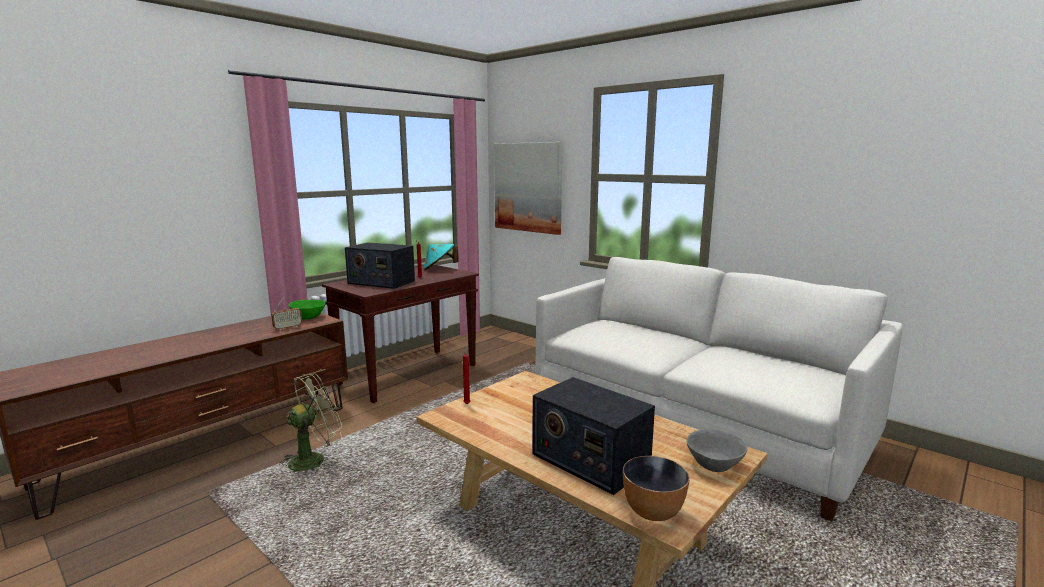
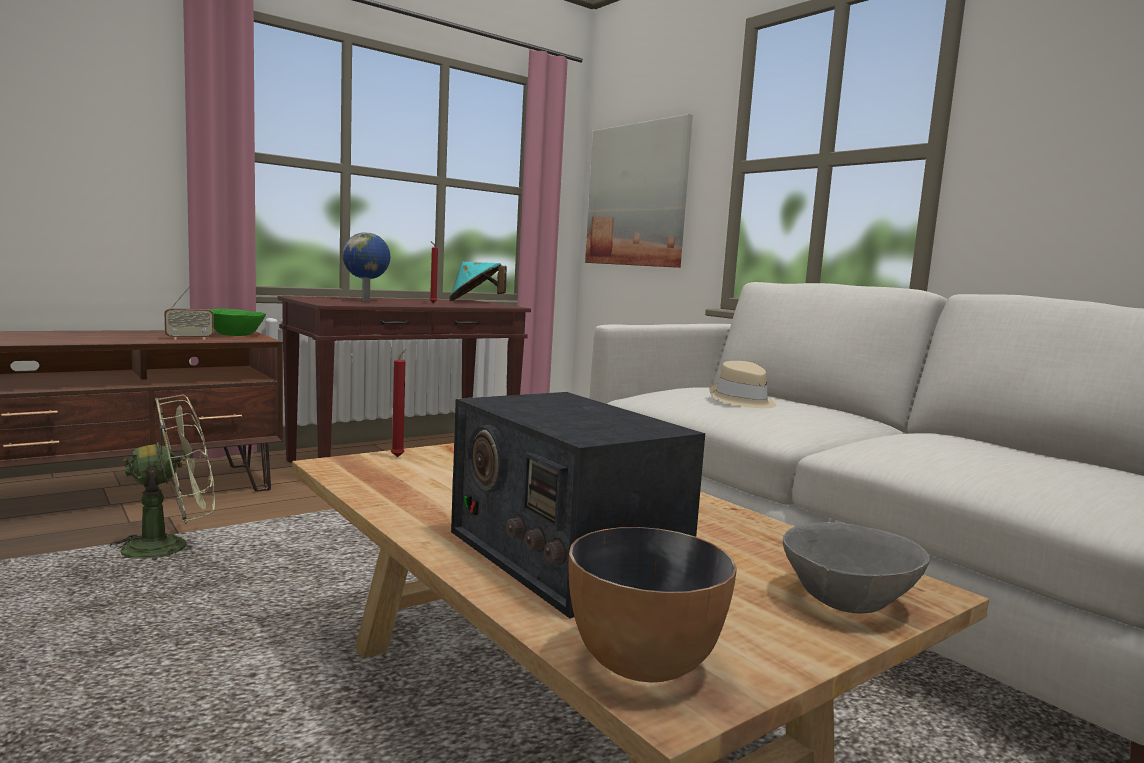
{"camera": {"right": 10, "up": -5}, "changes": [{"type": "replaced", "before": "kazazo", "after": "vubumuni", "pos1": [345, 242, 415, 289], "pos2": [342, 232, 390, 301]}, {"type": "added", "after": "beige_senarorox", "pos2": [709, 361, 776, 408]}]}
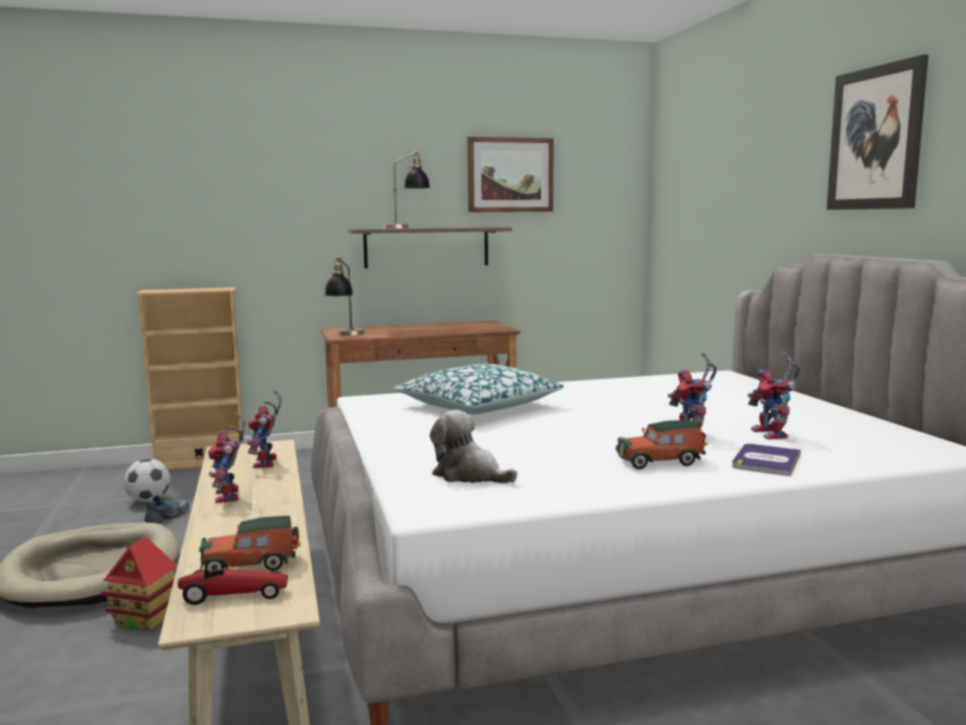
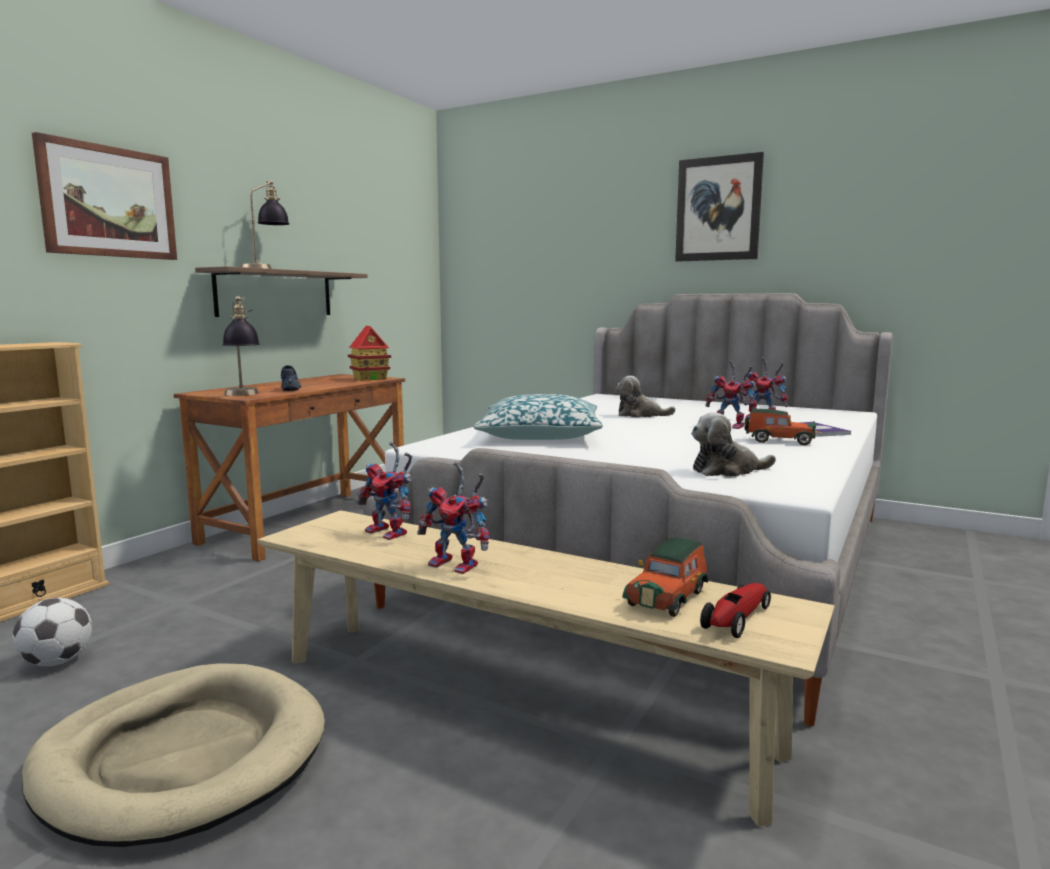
{"camera": {"right": -45, "up": 0}, "changes": [{"type": "moved", "before": "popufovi", "pos1": [101, 537, 177, 630], "pos2": [348, 326, 391, 381]}, {"type": "moved", "before": "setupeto", "pos1": [144, 495, 189, 523], "pos2": [281, 365, 301, 391]}, {"type": "moved", "before": "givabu", "pos1": [467, 137, 554, 212], "pos2": [32, 132, 177, 260]}, {"type": "turned", "before": "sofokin", "pos1": [615, 420, 708, 469], "pos2": [743, 409, 816, 445], "turn": -105}, {"type": "added", "after": "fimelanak", "pos2": [615, 376, 676, 417]}]}
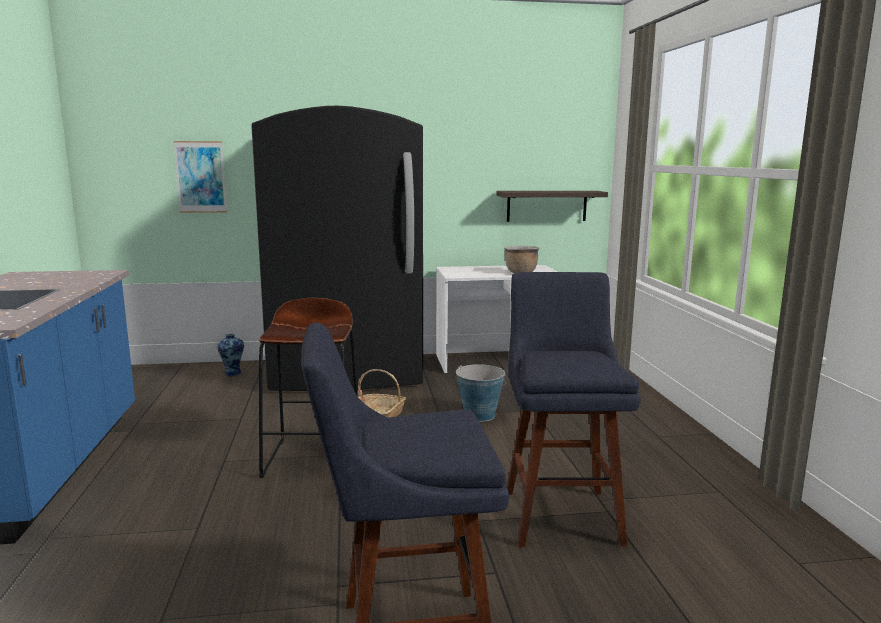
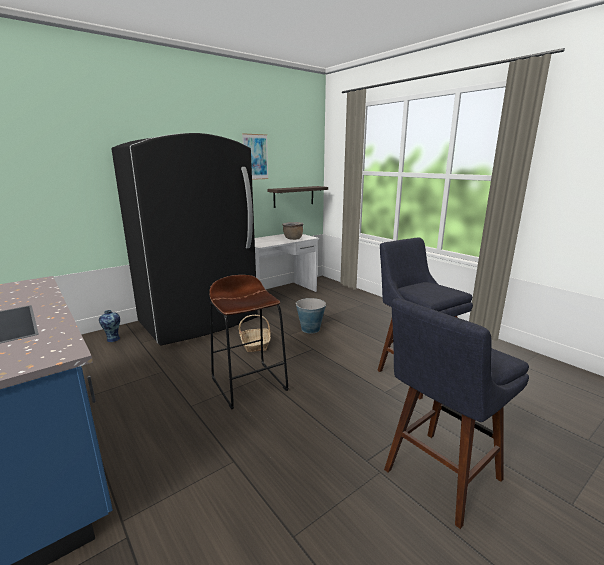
{"camera": {"right": -30, "up": 5}, "changes": [{"type": "moved", "before": "givabu", "pos1": [173, 141, 227, 213], "pos2": [242, 133, 269, 180]}]}
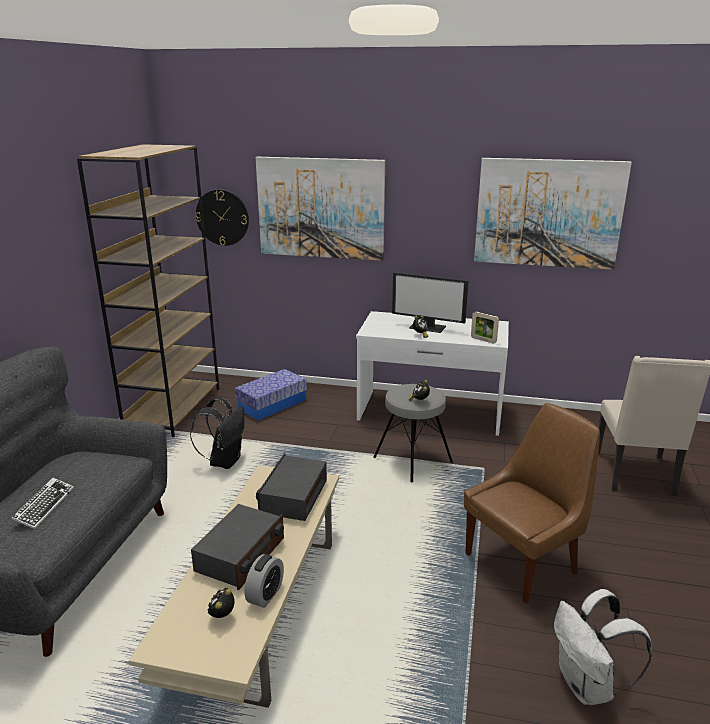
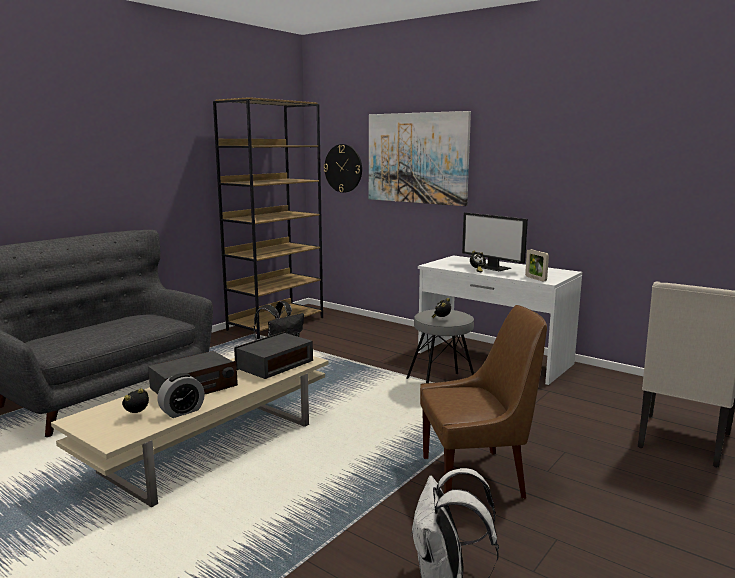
{"camera": {"right": 25, "up": -10}, "changes": [{"type": "removed", "before": "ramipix", "pos1": [11, 477, 74, 529]}, {"type": "removed", "before": "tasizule", "pos1": [235, 369, 307, 420]}, {"type": "removed", "before": "givabu", "pos1": [474, 158, 632, 270]}]}
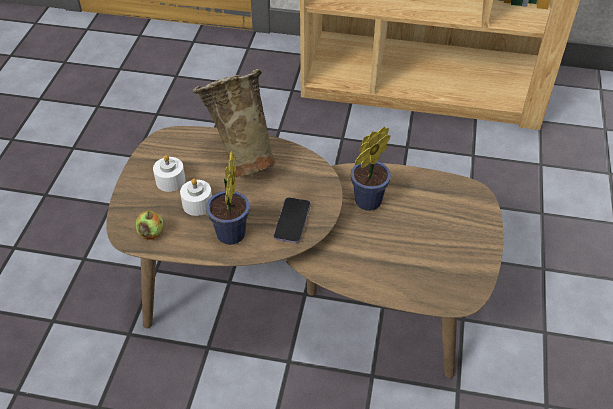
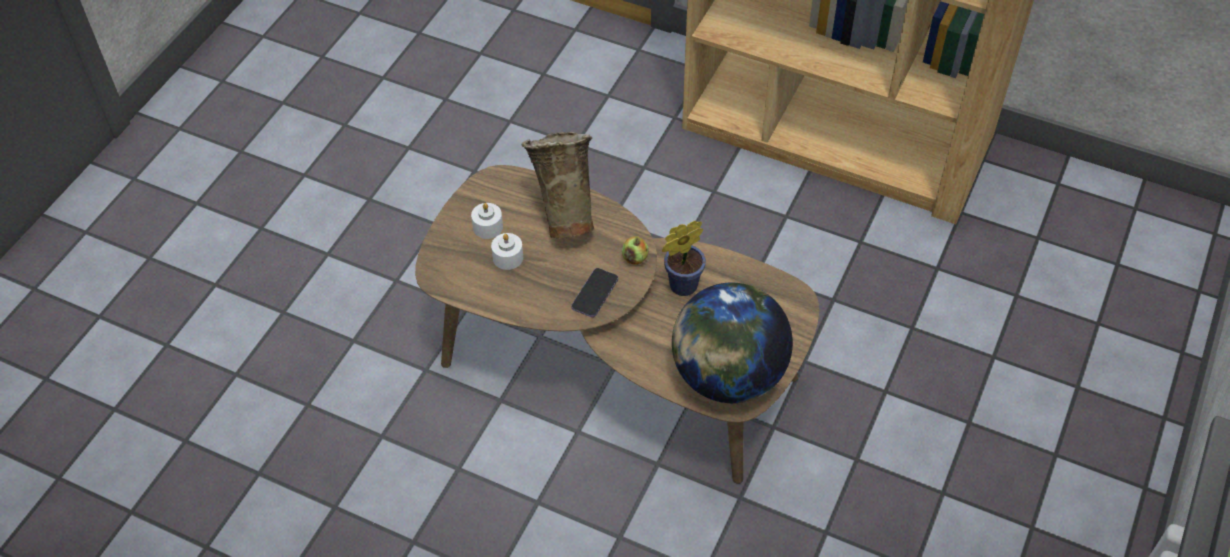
{"camera": {"right": 15, "up": 5}, "changes": [{"type": "moved", "before": "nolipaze", "pos1": [136, 211, 163, 240], "pos2": [622, 237, 649, 265]}, {"type": "removed", "before": "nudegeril", "pos1": [206, 151, 250, 245]}, {"type": "added", "after": "vubumuni", "pos2": [672, 282, 793, 403]}]}
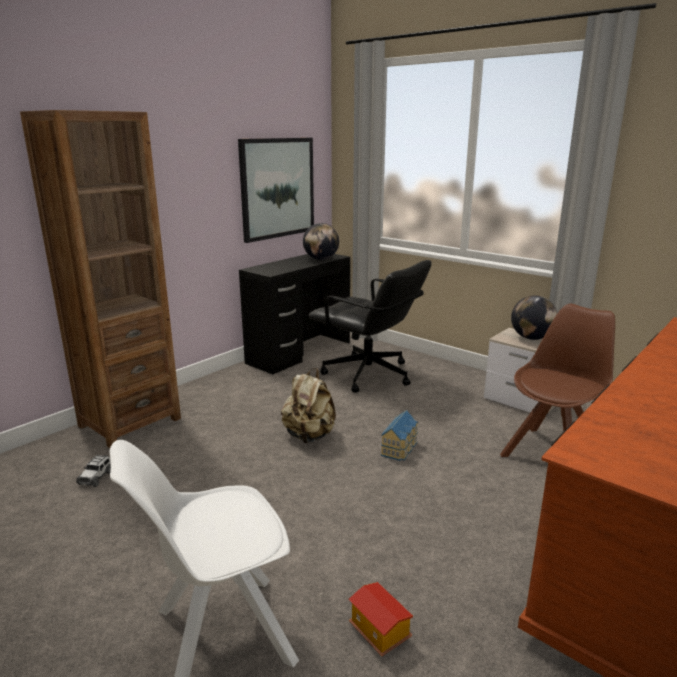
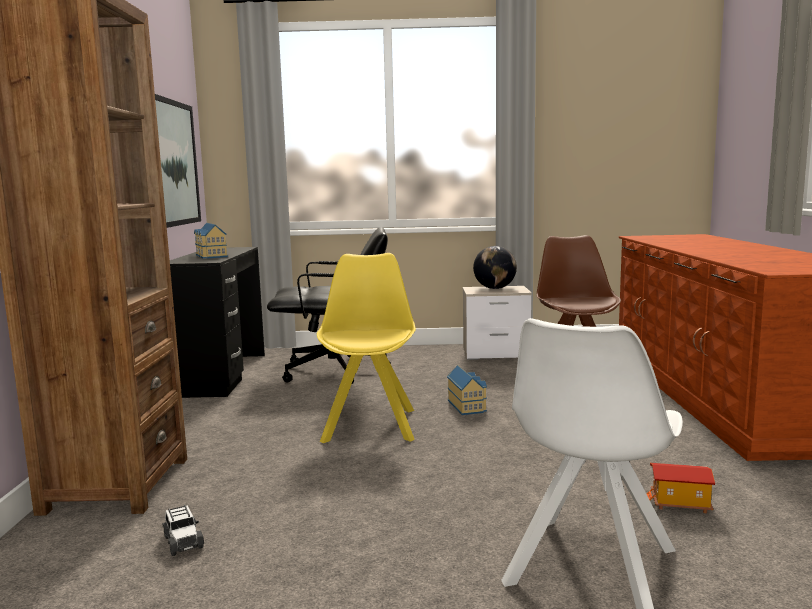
{"camera": {"right": -40, "up": -10}, "changes": [{"type": "replaced", "before": "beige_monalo", "after": "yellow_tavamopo", "pos1": [281, 368, 336, 443], "pos2": [317, 253, 416, 443]}, {"type": "removed", "before": "vubumuni", "pos1": [303, 223, 339, 260]}, {"type": "added", "after": "popufovi", "pos2": [194, 223, 228, 259]}]}
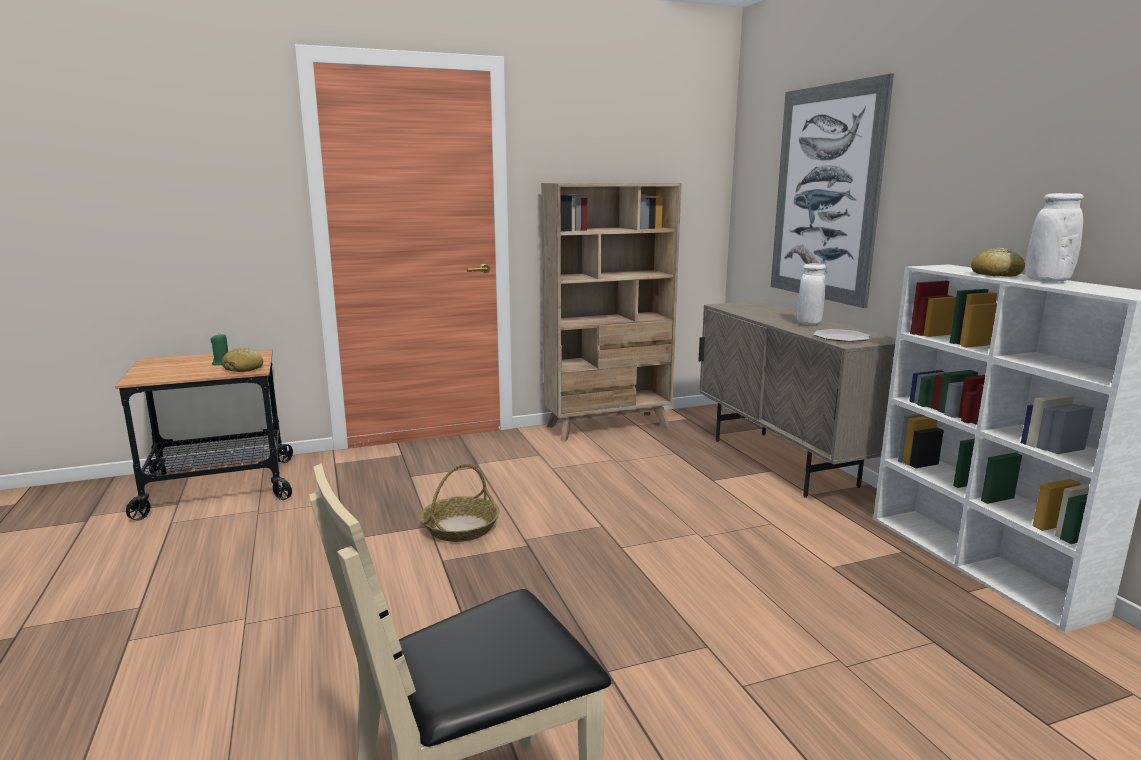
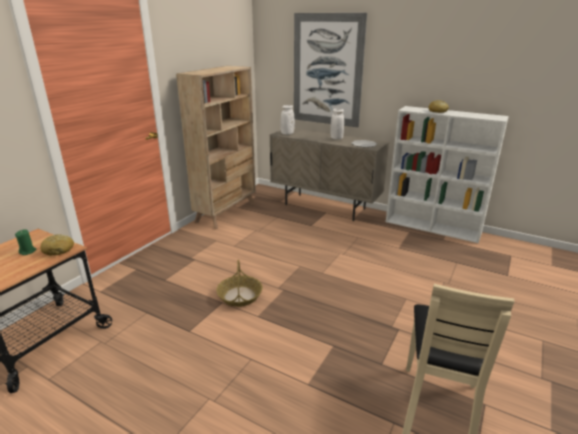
{"camera": {"right": -40, "up": 10}, "changes": [{"type": "moved", "before": "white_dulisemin", "pos1": [1025, 193, 1084, 282], "pos2": [280, 105, 295, 135]}]}
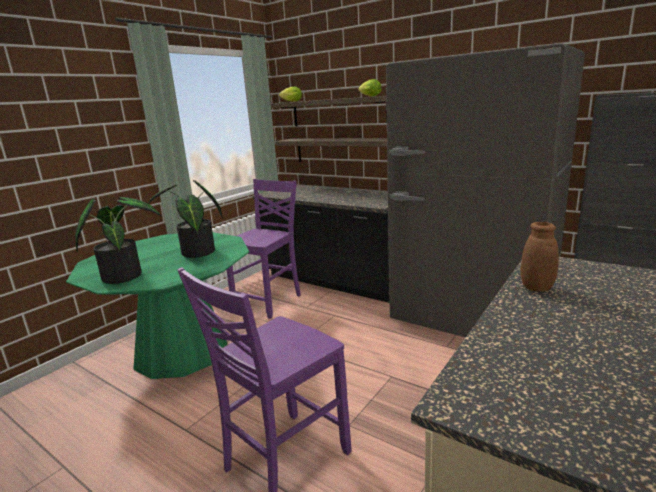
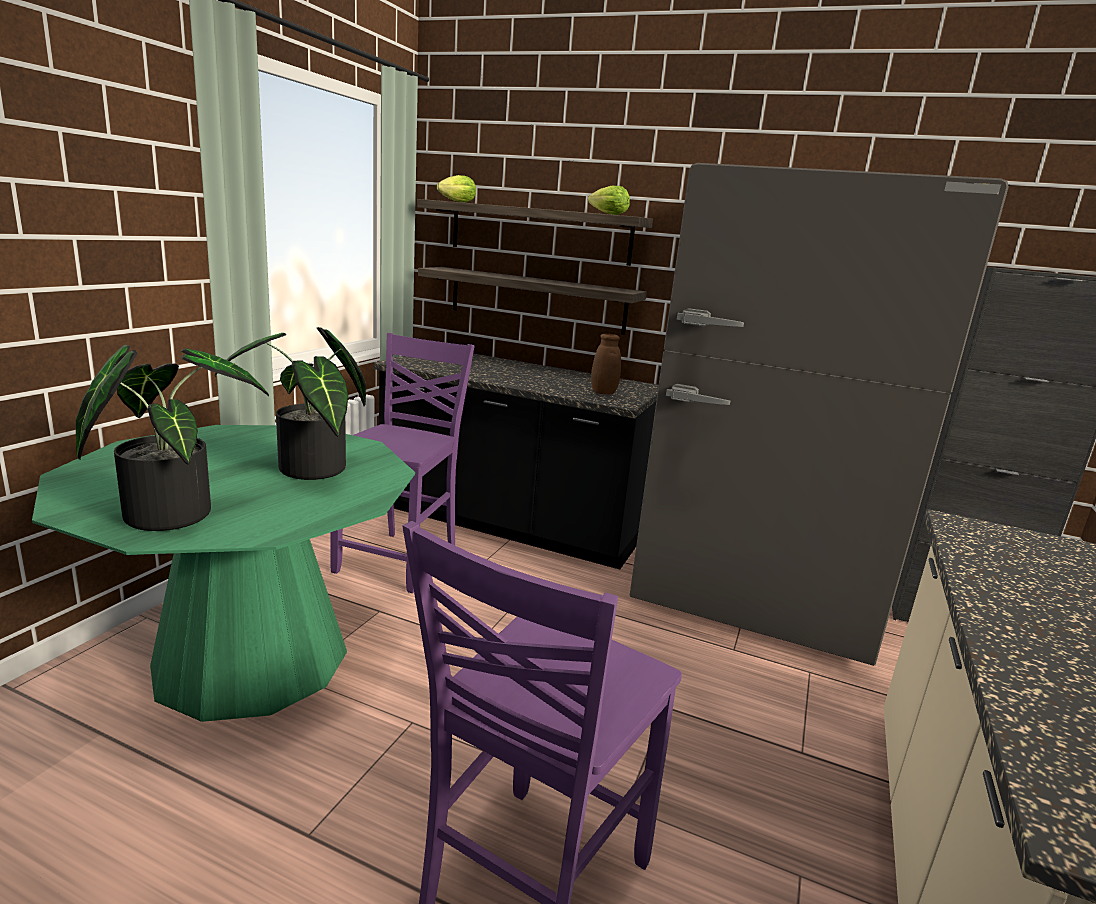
{"camera": {"right": -15, "up": 0}, "changes": [{"type": "moved", "before": "brown_dulisemin", "pos1": [520, 222, 559, 292], "pos2": [591, 334, 621, 394]}]}
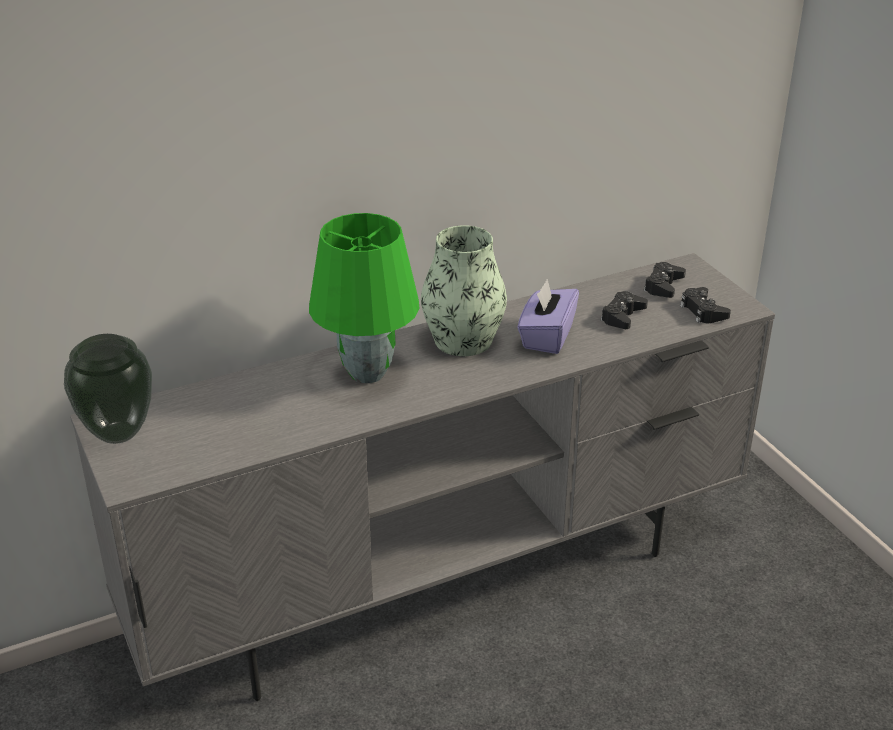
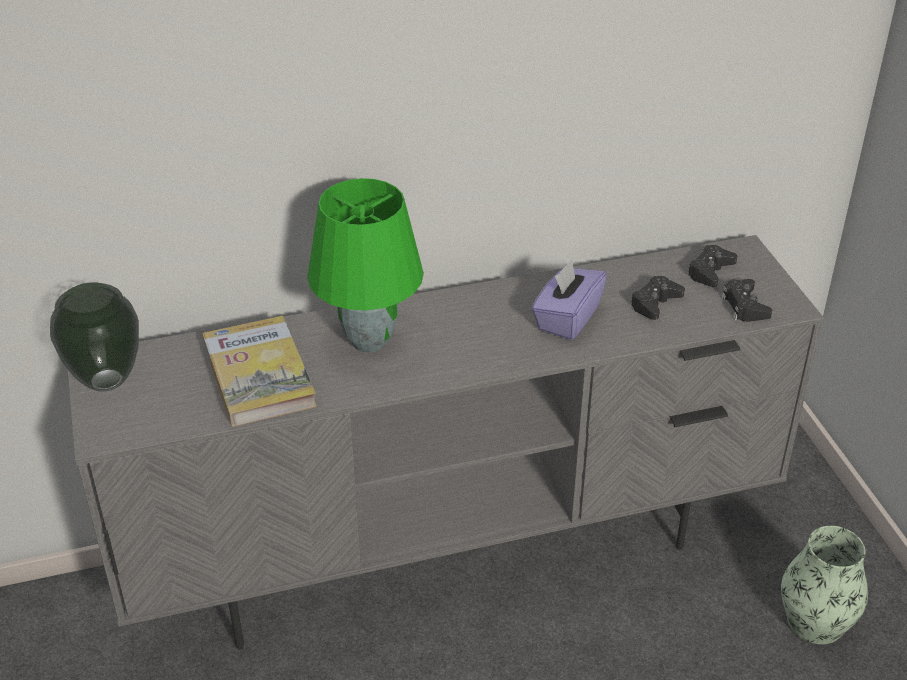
{"camera": {"right": 10, "up": 5}, "changes": [{"type": "moved", "before": "dulisemin", "pos1": [421, 225, 507, 356], "pos2": [781, 526, 868, 644]}, {"type": "added", "after": "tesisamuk", "pos2": [202, 316, 317, 427]}]}
